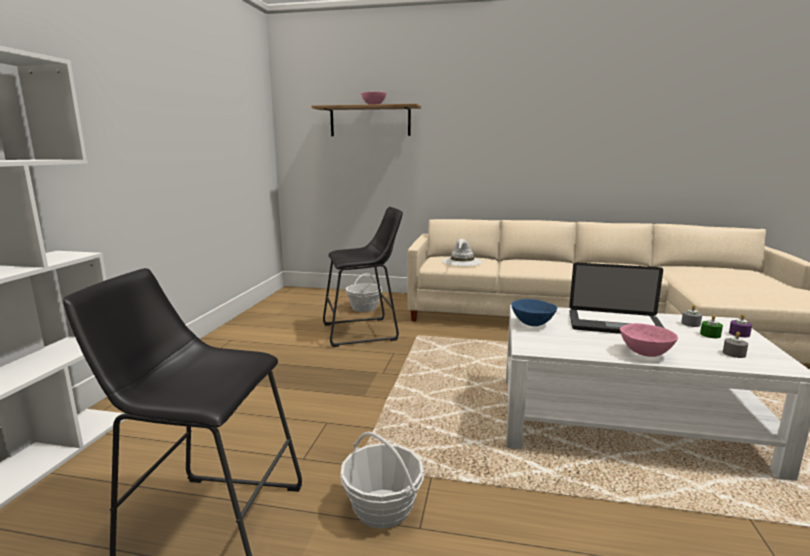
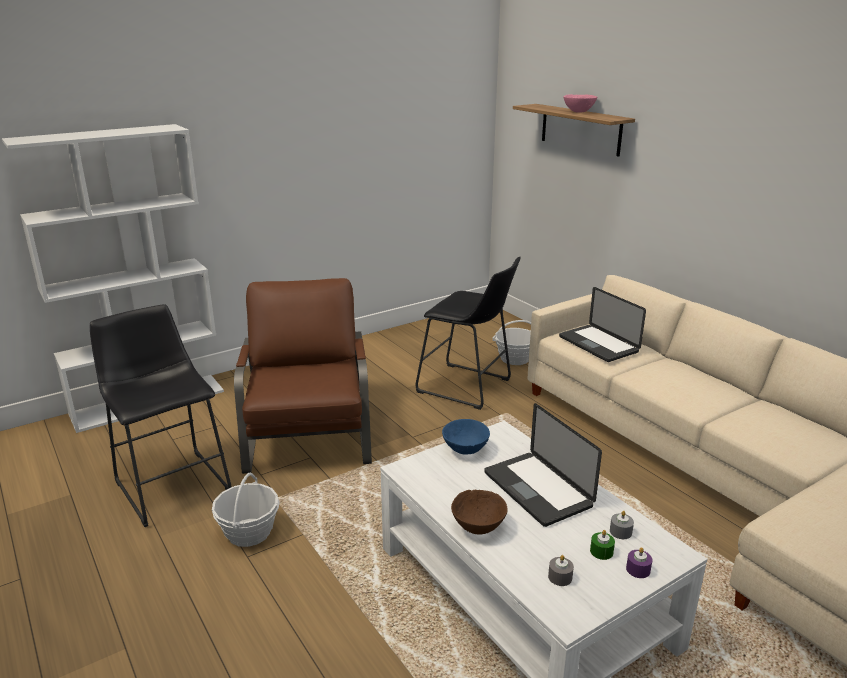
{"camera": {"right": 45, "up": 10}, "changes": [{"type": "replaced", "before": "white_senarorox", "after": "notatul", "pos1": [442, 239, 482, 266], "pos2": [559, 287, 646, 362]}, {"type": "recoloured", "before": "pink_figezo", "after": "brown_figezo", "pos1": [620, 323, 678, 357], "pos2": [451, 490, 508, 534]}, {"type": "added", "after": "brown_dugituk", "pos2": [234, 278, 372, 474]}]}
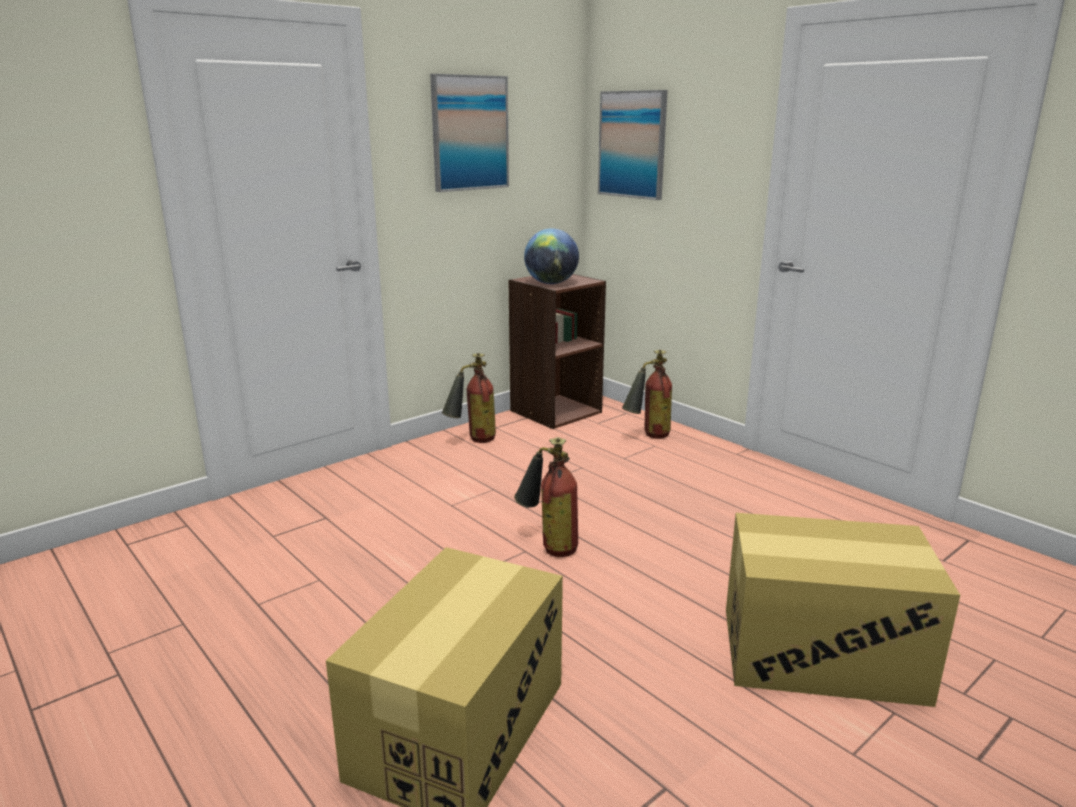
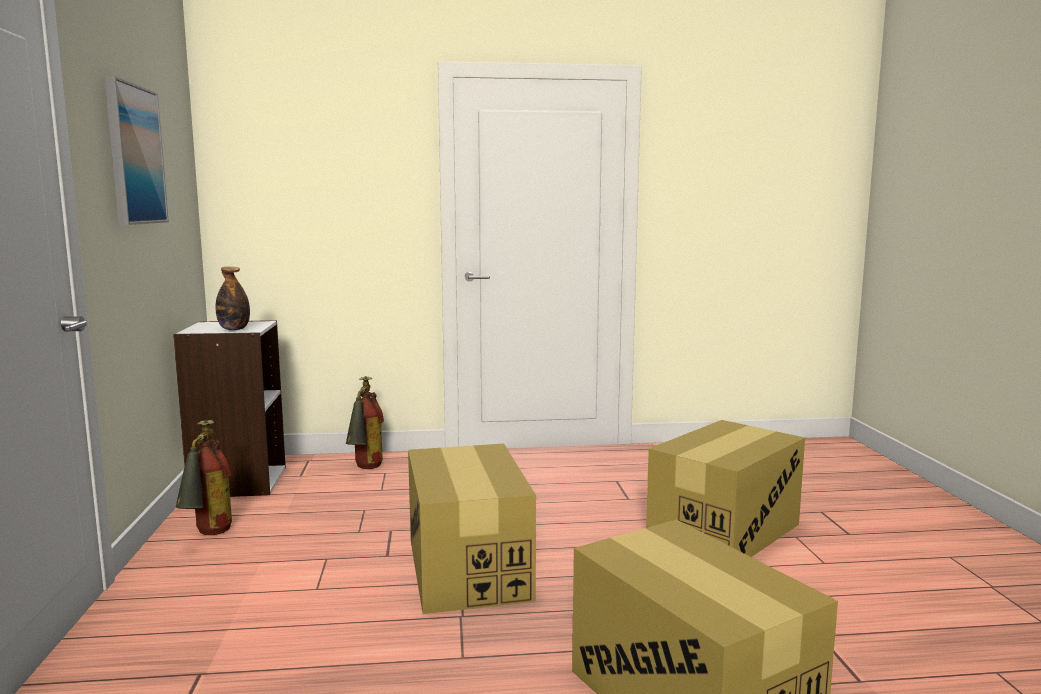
{"camera": {"right": -55, "up": -10}, "changes": [{"type": "recoloured", "before": "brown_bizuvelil", "after": "white_bizuvelil", "pos1": [509, 274, 606, 429], "pos2": [173, 320, 286, 497]}, {"type": "replaced", "before": "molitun", "after": "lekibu", "pos1": [514, 437, 578, 557], "pos2": [408, 444, 536, 614]}, {"type": "replaced", "before": "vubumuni", "after": "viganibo", "pos1": [524, 228, 579, 284], "pos2": [215, 267, 250, 330]}, {"type": "removed", "before": "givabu", "pos1": [598, 90, 668, 200]}]}
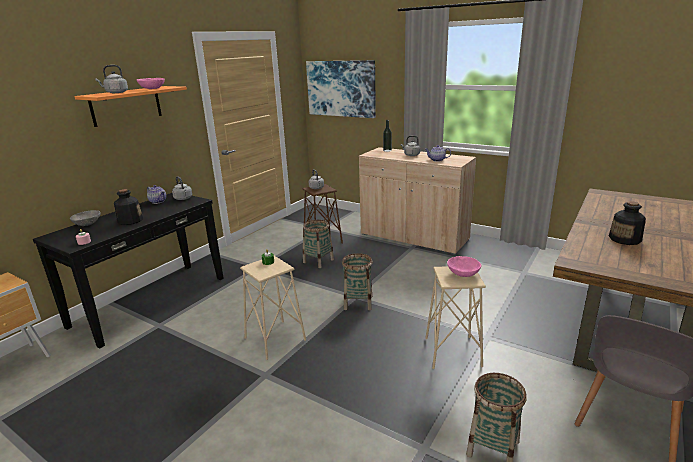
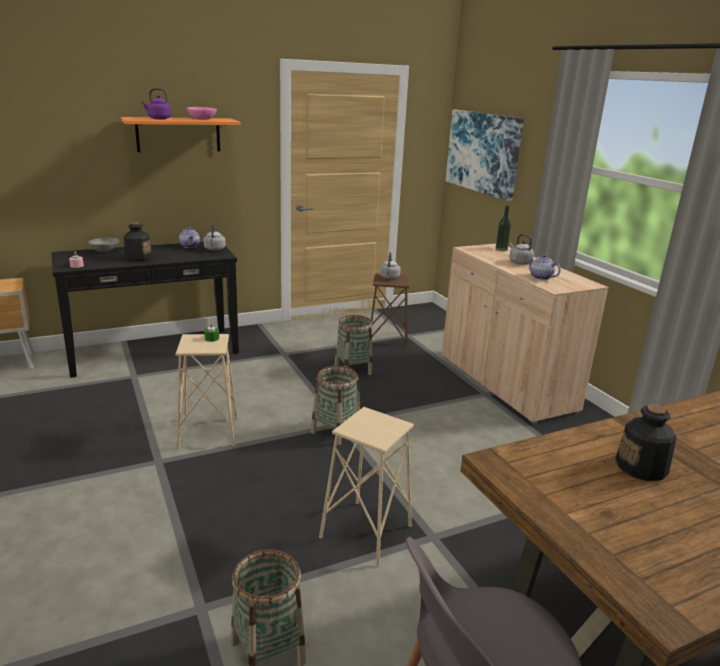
{"camera": {"right": 30, "up": 0}, "changes": [{"type": "recoloured", "before": "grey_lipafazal", "after": "purple_lipafazal", "pos1": [95, 65, 128, 93], "pos2": [141, 88, 172, 119]}, {"type": "removed", "before": "pink_figezo", "pos1": [447, 256, 481, 277]}]}
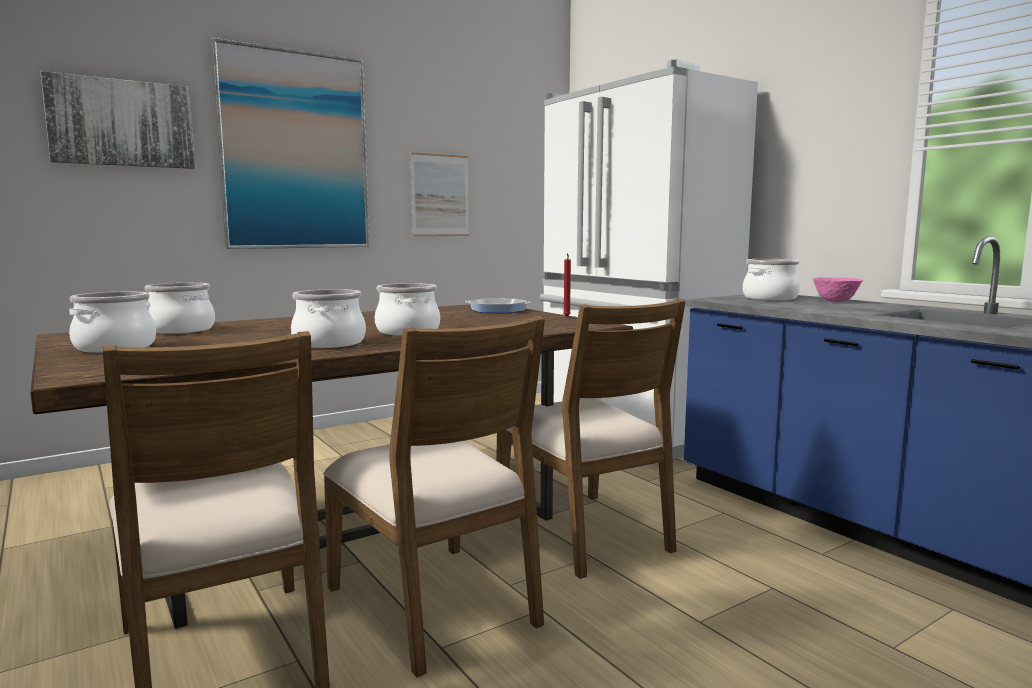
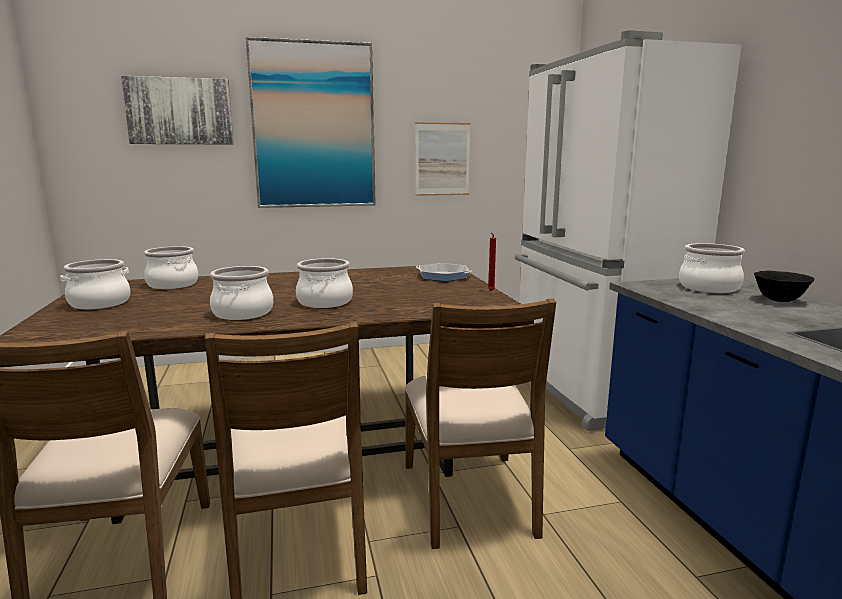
{"camera": {"right": 20, "up": 5}, "changes": [{"type": "recoloured", "before": "pink_figezo", "after": "black_figezo", "pos1": [813, 277, 863, 302], "pos2": [754, 271, 814, 302]}]}
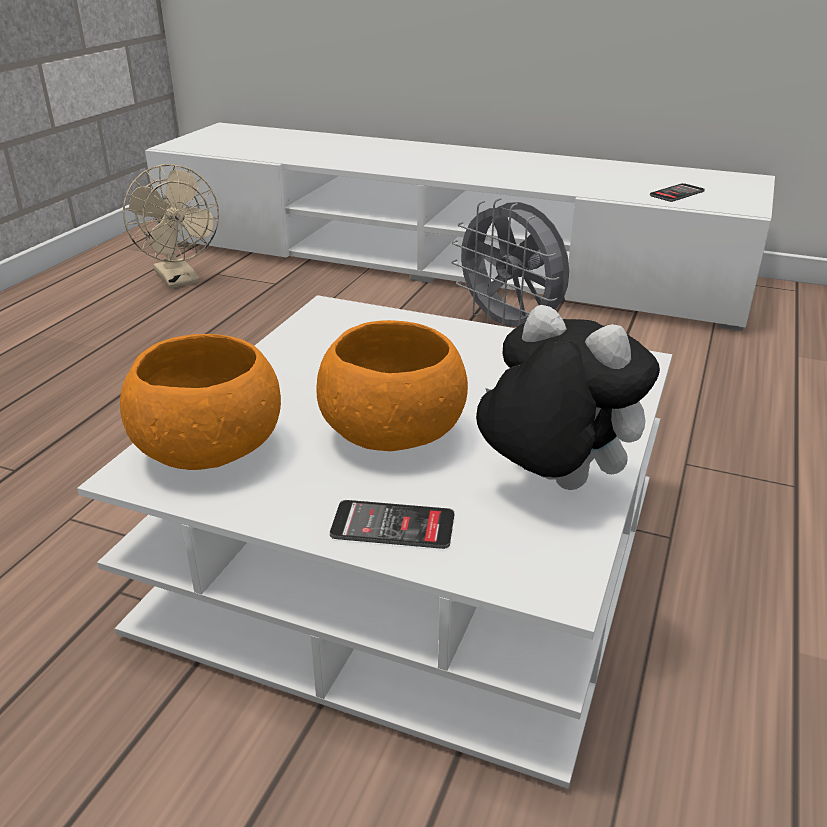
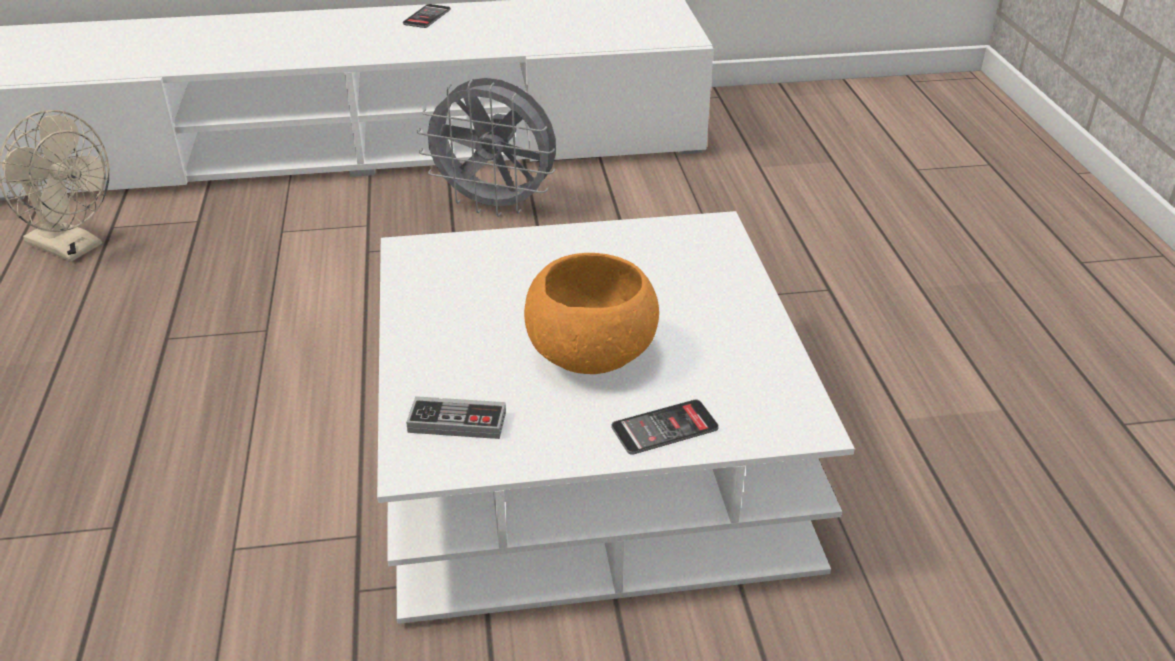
{"camera": {"right": -30, "up": 5}, "changes": [{"type": "replaced", "before": "orange_figezo", "after": "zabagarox", "pos1": [120, 334, 281, 470], "pos2": [406, 396, 506, 439]}, {"type": "removed", "before": "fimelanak", "pos1": [476, 305, 660, 490]}, {"type": "moved", "before": "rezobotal", "pos1": [650, 183, 705, 202], "pos2": [403, 4, 451, 28]}]}
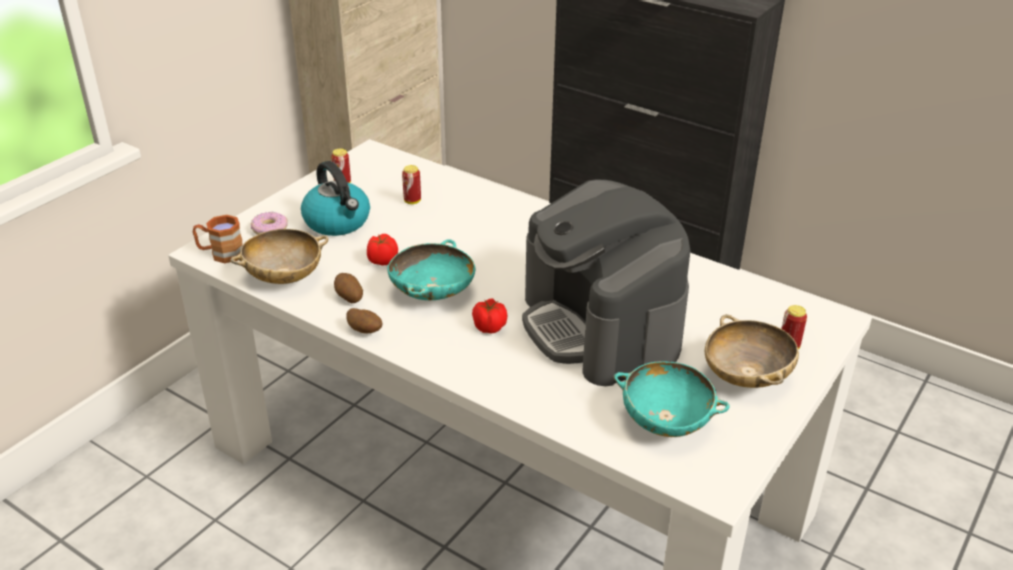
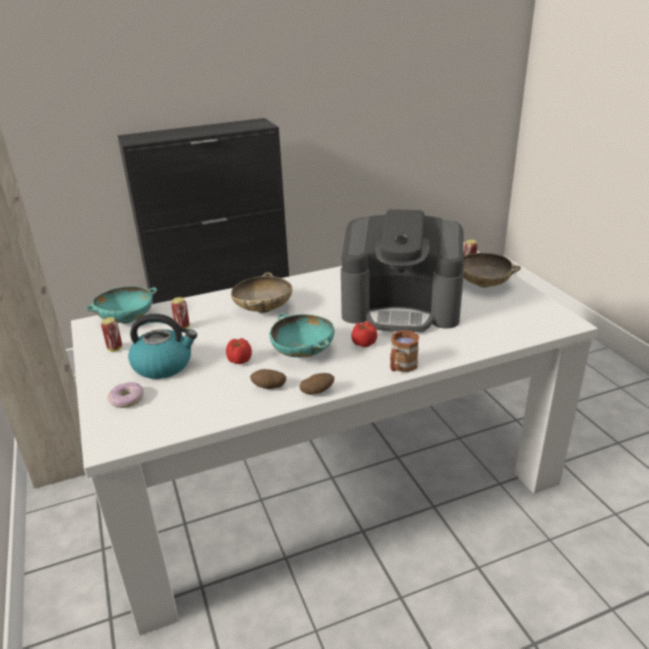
{"camera": {"right": -55, "up": -5}, "changes": [{"type": "moved", "before": "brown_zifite", "pos1": [193, 215, 242, 263], "pos2": [390, 330, 419, 372]}, {"type": "moved", "before": "beige_figezo", "pos1": [230, 229, 328, 284], "pos2": [231, 272, 292, 313]}, {"type": "moved", "before": "turquoise_figezo", "pos1": [614, 361, 730, 437], "pos2": [85, 286, 157, 323]}]}
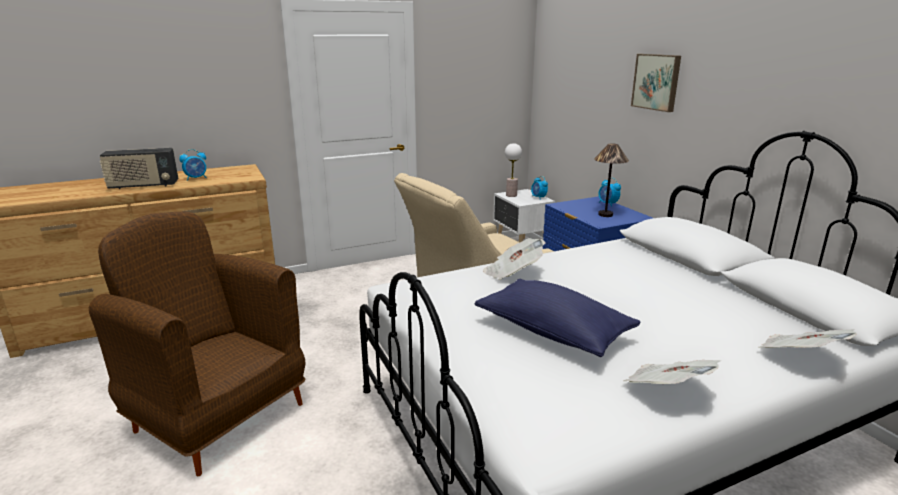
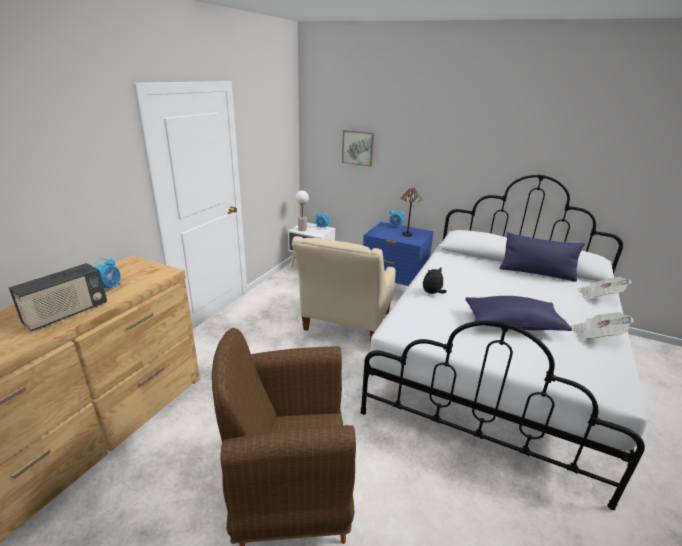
{"camera": {"right": -40, "up": 5}, "changes": [{"type": "replaced", "before": "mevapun", "after": "fimelanak", "pos1": [483, 238, 546, 280], "pos2": [423, 267, 447, 294]}, {"type": "moved", "before": "givabu", "pos1": [631, 54, 681, 112], "pos2": [342, 130, 374, 167]}, {"type": "added", "after": "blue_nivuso", "pos2": [499, 232, 585, 282]}]}
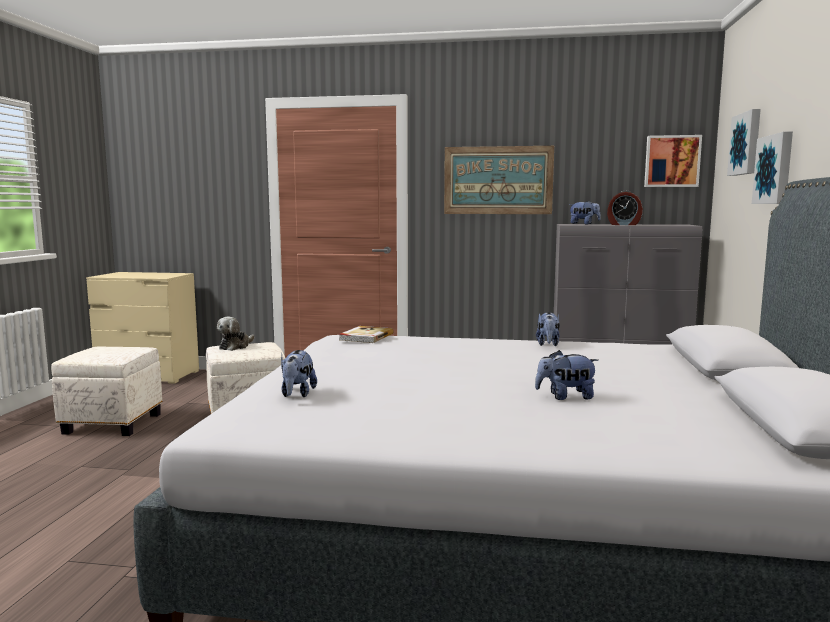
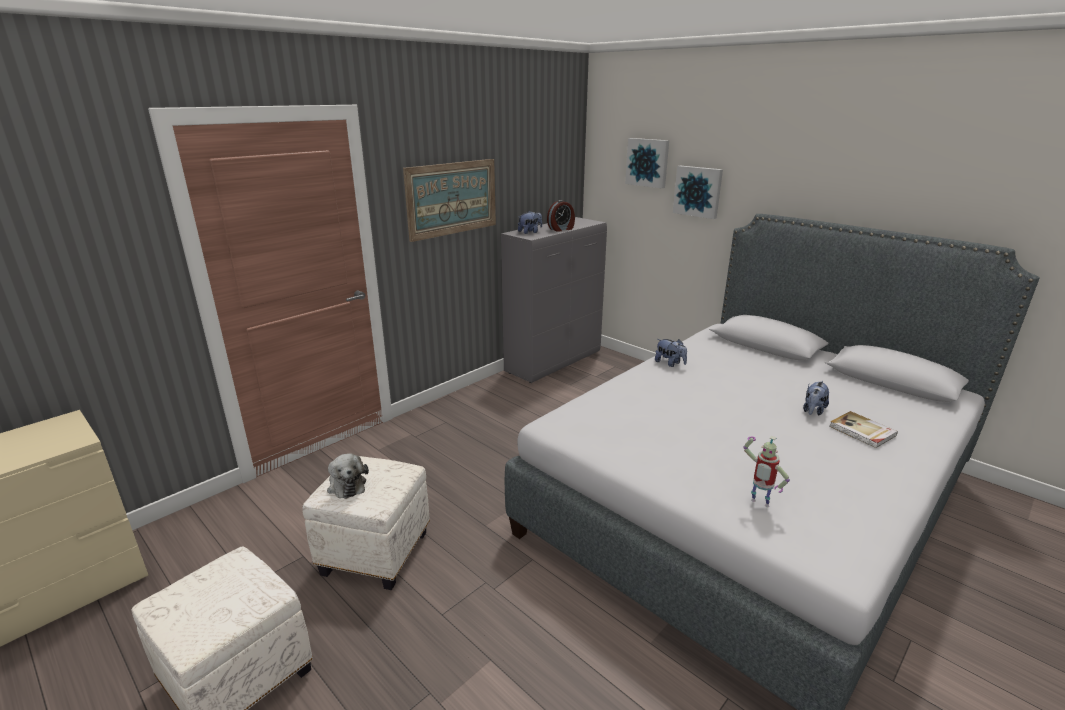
{"camera": {"right": -55, "up": 15}, "changes": [{"type": "replaced", "before": "fimelanak", "after": "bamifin", "pos1": [281, 350, 317, 397], "pos2": [743, 436, 790, 507]}, {"type": "moved", "before": "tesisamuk", "pos1": [339, 326, 394, 343], "pos2": [829, 411, 898, 448]}, {"type": "removed", "before": "givabu", "pos1": [644, 135, 702, 187]}]}
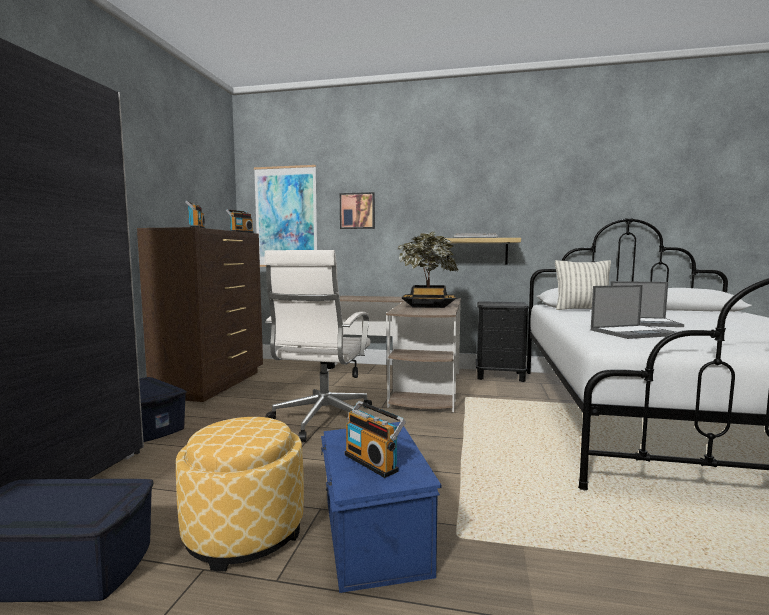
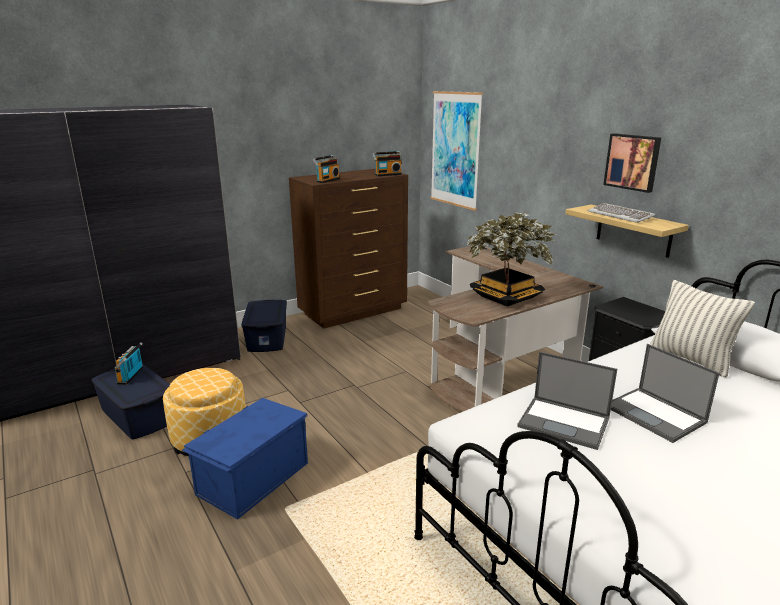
{"camera": {"right": 45, "up": 15}, "changes": [{"type": "removed", "before": "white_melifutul", "pos1": [264, 250, 372, 442]}, {"type": "moved", "before": "givabu", "pos1": [340, 192, 375, 229], "pos2": [603, 133, 661, 193]}, {"type": "moved", "before": "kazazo", "pos1": [345, 401, 406, 478], "pos2": [115, 342, 143, 385]}]}
